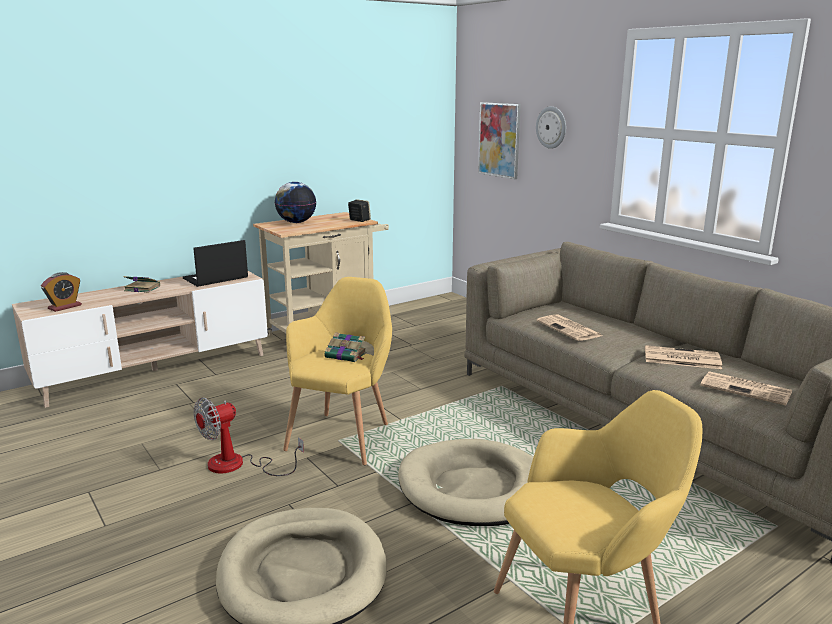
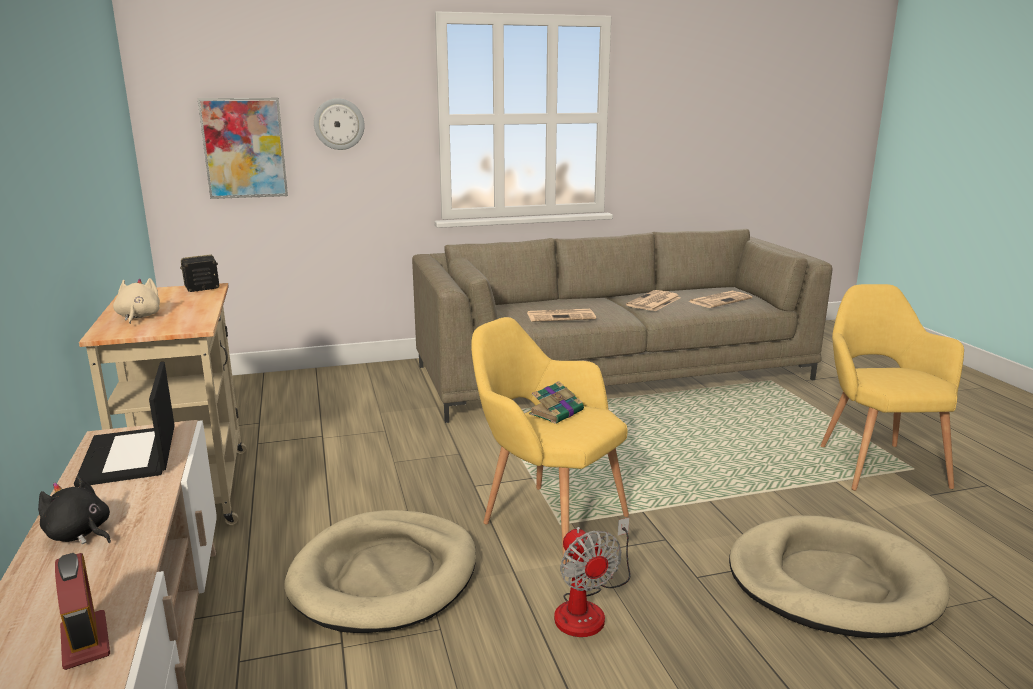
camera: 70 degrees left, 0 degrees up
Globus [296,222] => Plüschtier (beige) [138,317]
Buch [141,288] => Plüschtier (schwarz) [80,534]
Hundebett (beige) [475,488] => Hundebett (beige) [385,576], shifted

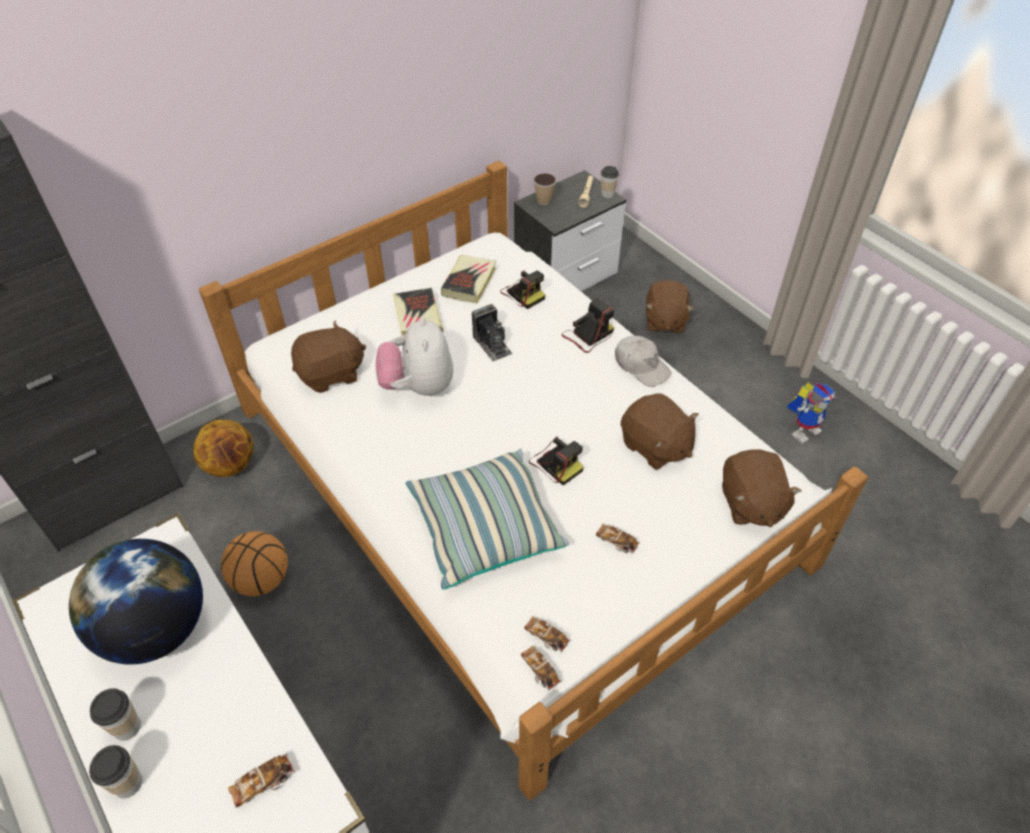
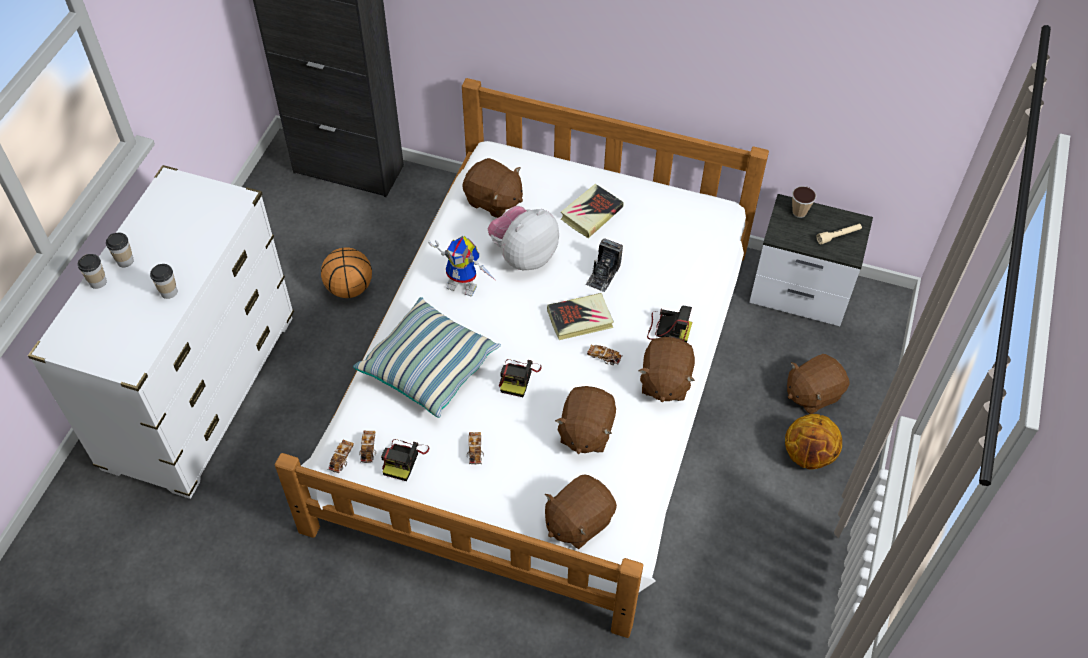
camera: 55 degrees right, 5 degrees up
Tasse [607,194] => Tasse [169,292], shifted
Buch [469,282] => Buch [580,319], shifted
Kamera [523,293] => Kamera [404,459], shifted
Kappe (weiß) [641,366] => Plüschtier (braun) [664,382]
Spielzeugroboter [804,429] => Spielzeugroboter [465,284], shifted
Basketball [231,465] => Basketball [808,455], shifted
Globus [156,629] => nothing
Spielzeugauto [264,783] => Spielzeugauto [604,357], shifted

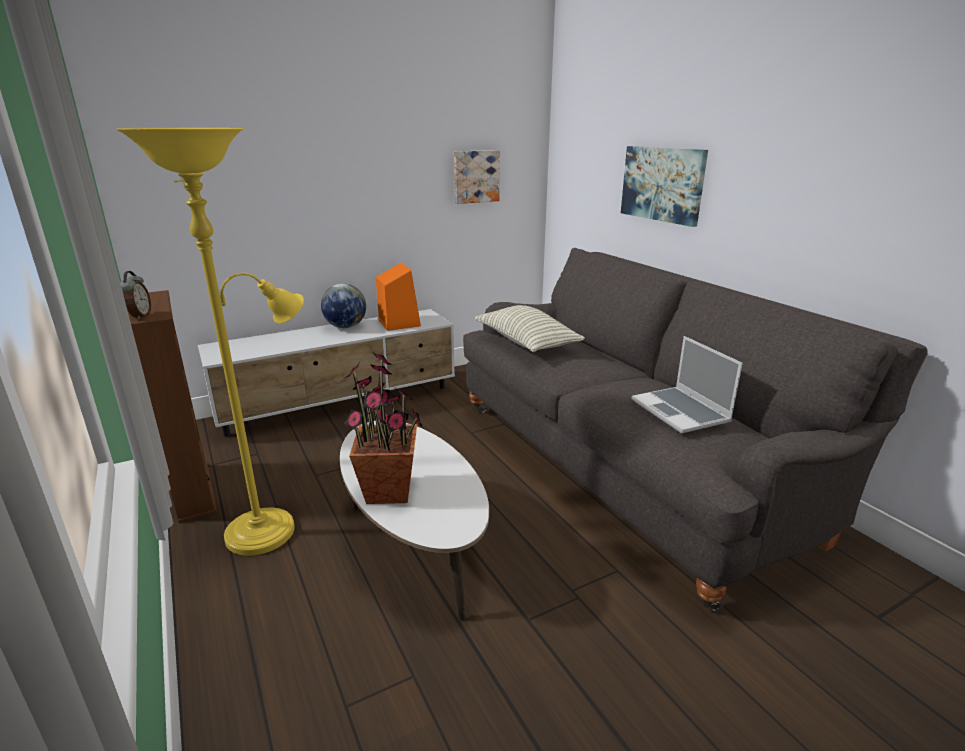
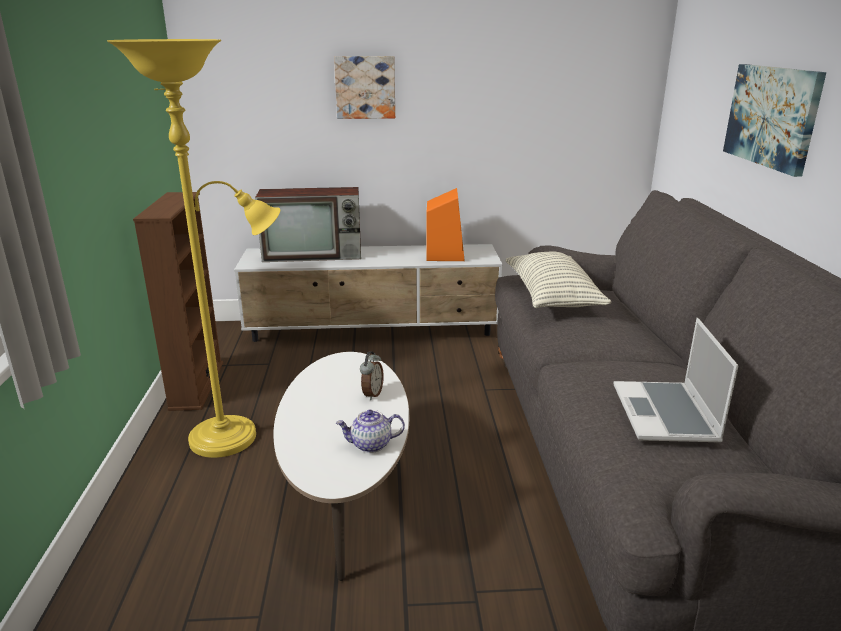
camera: 25 degrees right, 0 degrees up
Bild [475,176] => Bild [365,87], shifted
Wecker [140,316] => Wecker [371,394], shifted
Globus [345,327] => nothing
Topfpflanze [389,491] => nothing
nothing => Fernseher [314,255]
nothing => Teekanne [370,445]

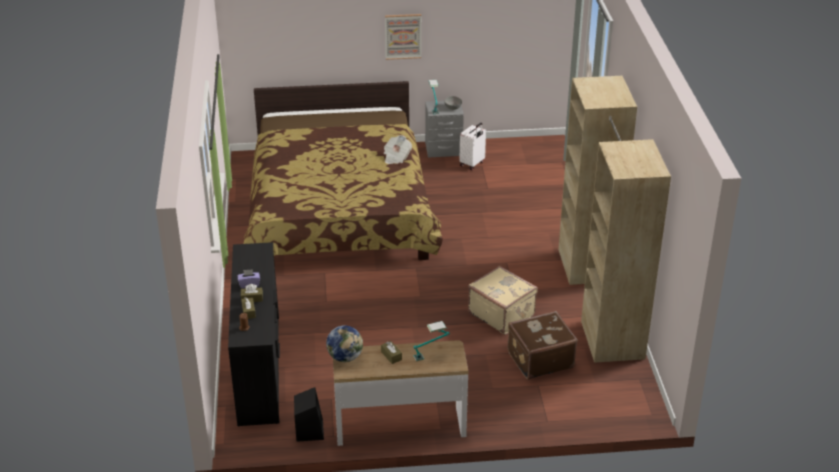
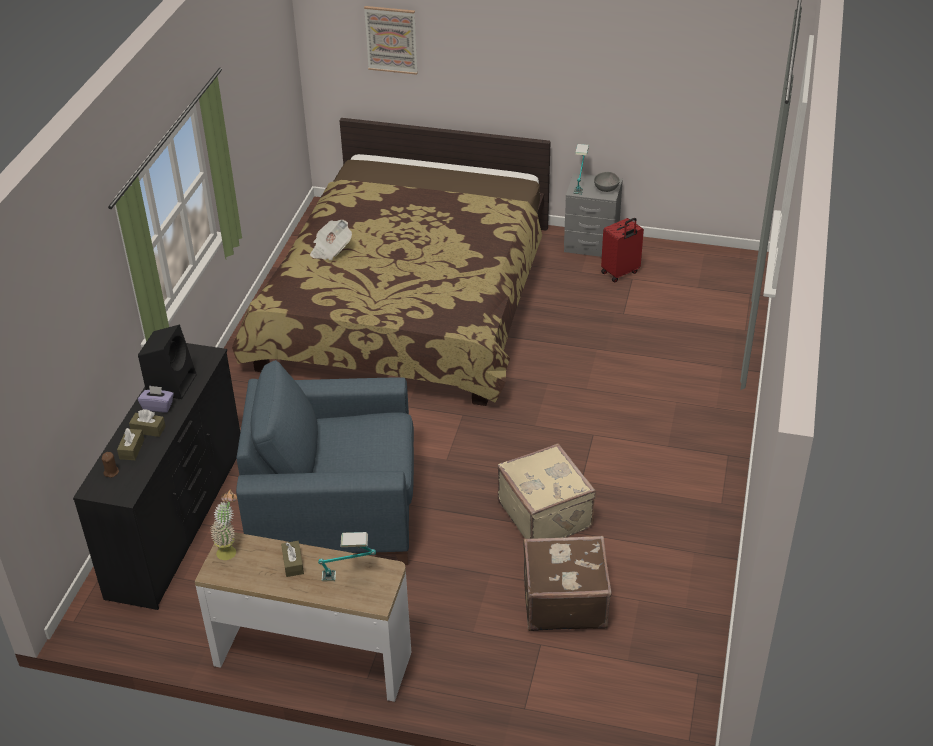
camera: 20 degrees right, 5 degrees up
Bild [403,36] => Bild [391,39], shifted
Kleiderschrank (beige) [599,301] => nothing
Koffer (weiß) [472,164] => Koffer (rot) [620,273]
Zeitung [396,157] => Zeitung [330,250], shifted
Globus [345,357] => Topfpflanze [229,549]
Lautsprecher (schwarz) [309,430] => Lautsprecher (schwarz) [172,383], shifted
nothing => Sessel (blau) [336,509]

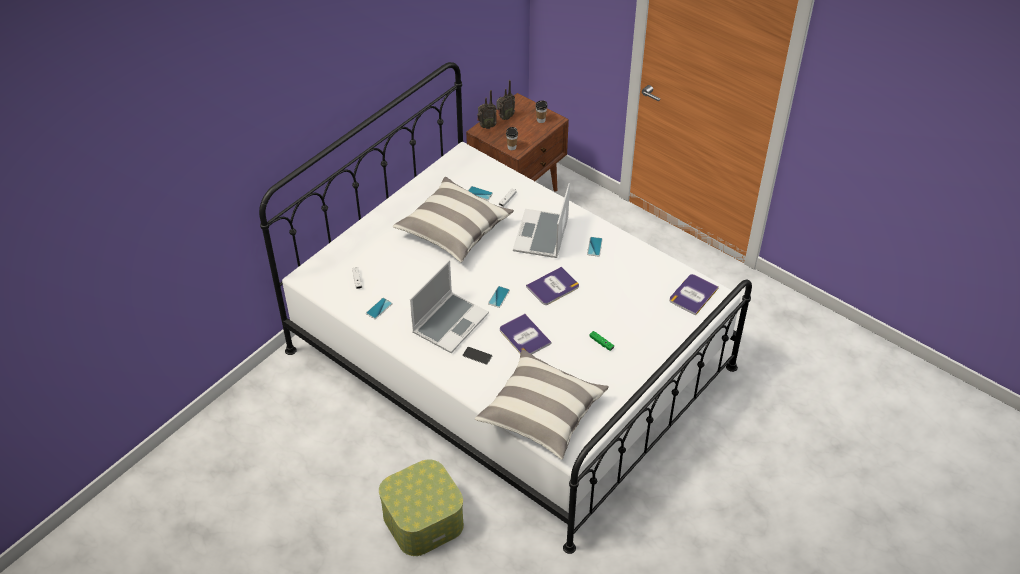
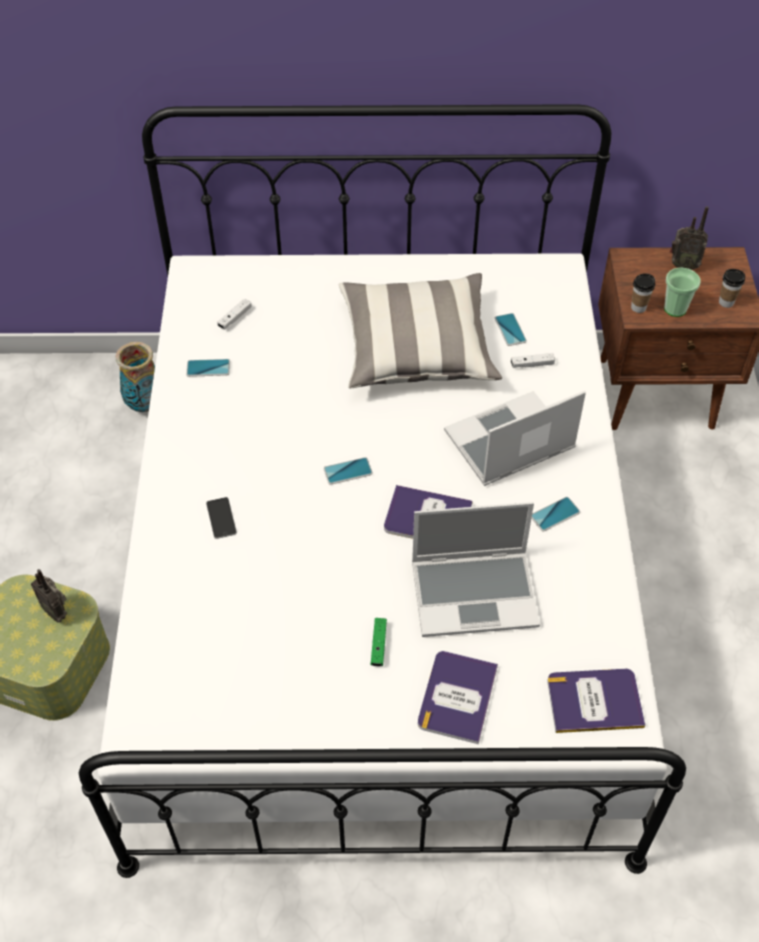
camera: 50 degrees right, 5 degrees up
Radio [486,126] => Radio [56,612], shifted
Laptop [450,322] => Laptop [475,593], shifted
Buch [524,336] => Buch [457,697], shifted
Kissen [541,414] => nothing
nothing => Tasse [675,309]
nothing => Vase [146,405]

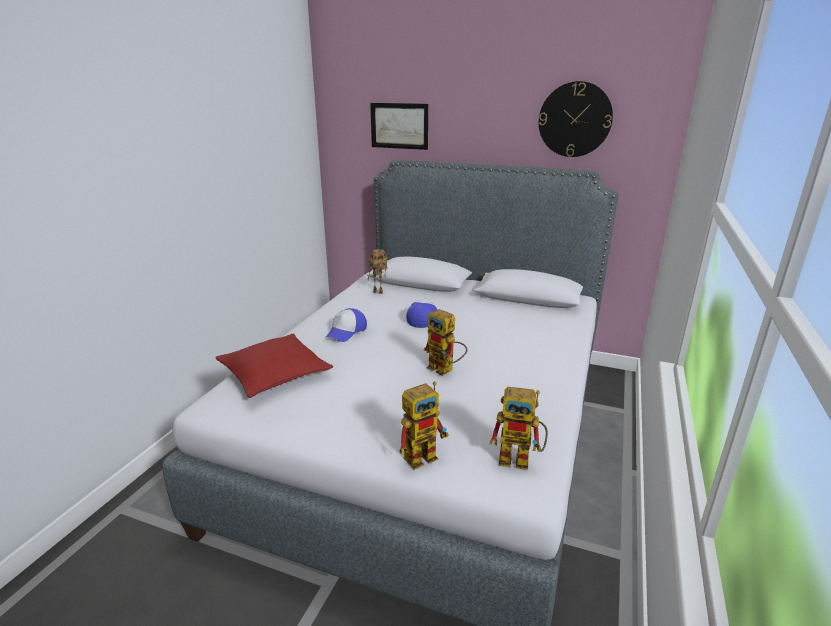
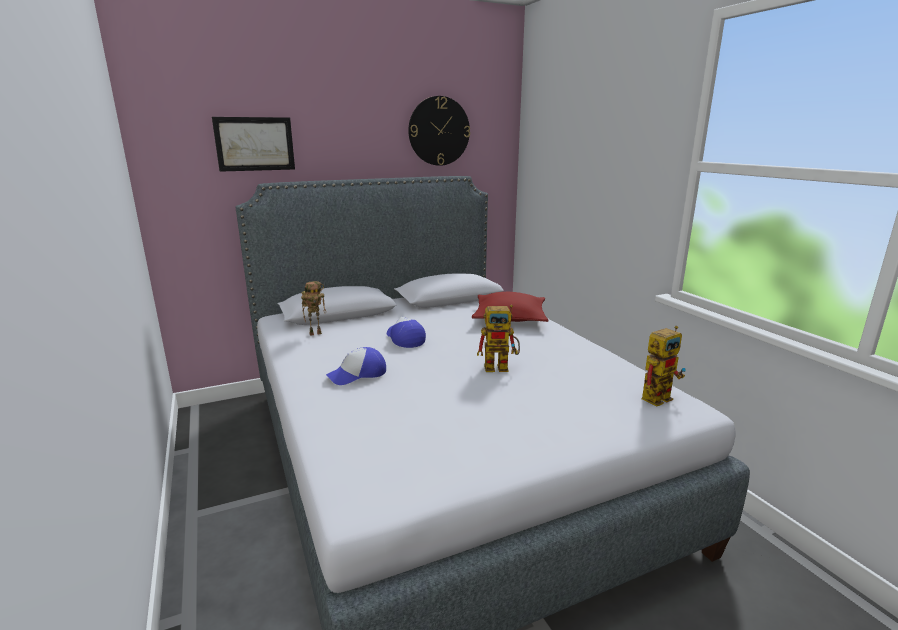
camera: 45 degrees left, 5 degrees down
Kappe [346,332] => Kappe [358,374], 75 degrees clockwise
Kissen (rot) [275,374] => Kissen (rot) [510,317], shifted
Spielzeugroboter [425,454] => nothing

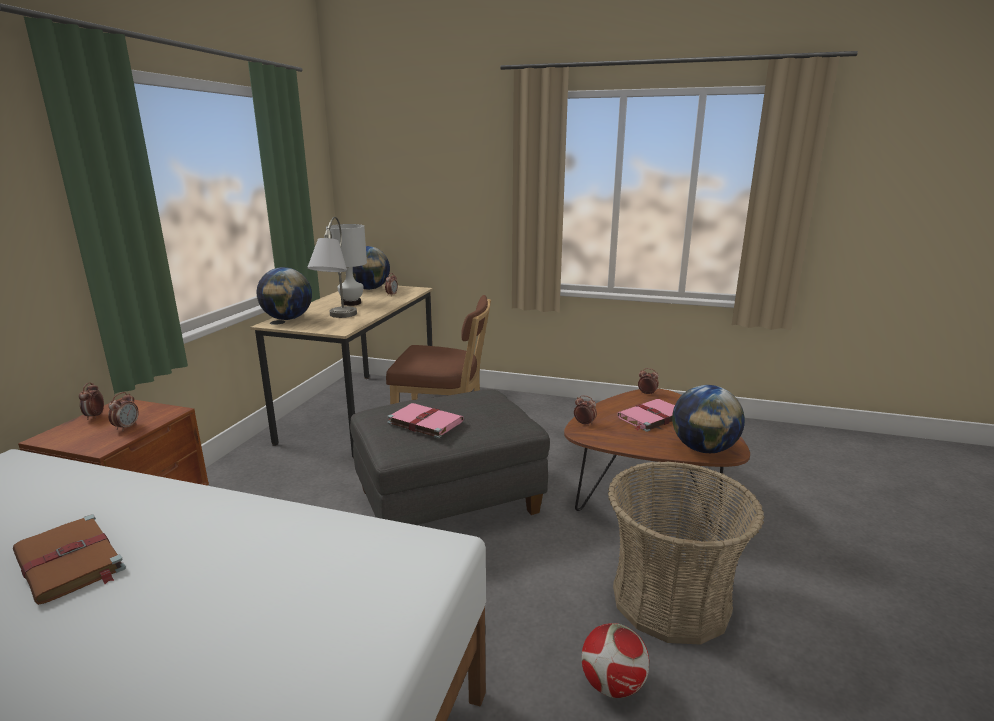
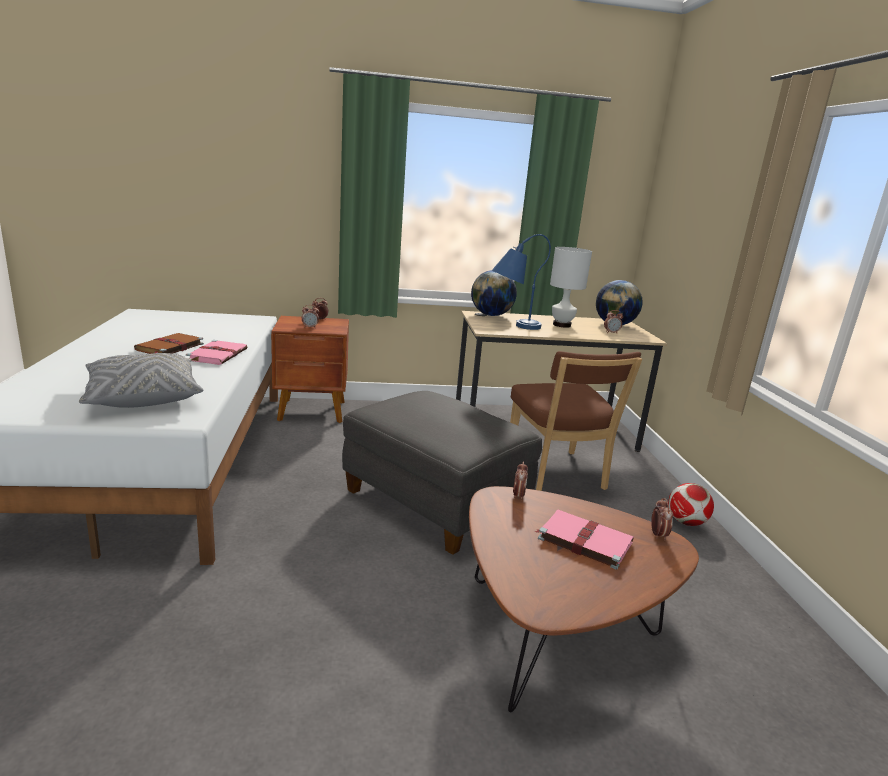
camera: 65 degrees right, 0 degrees up
Tischlampe (grau) [336,319] => Tischlampe (blau) [512,326]
Globus [703,449] => nothing
Buch (rosa) [424,422] => Buch (rosa) [218,355], shifted
Korb [670,600] => nothing
Fußball [612,685] => Fußball [686,522], shifted
nothing => Kissen (grau) [143,396]

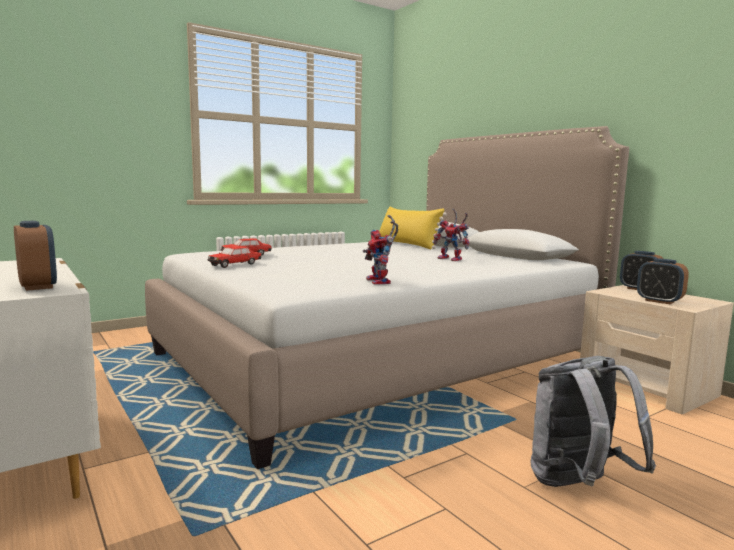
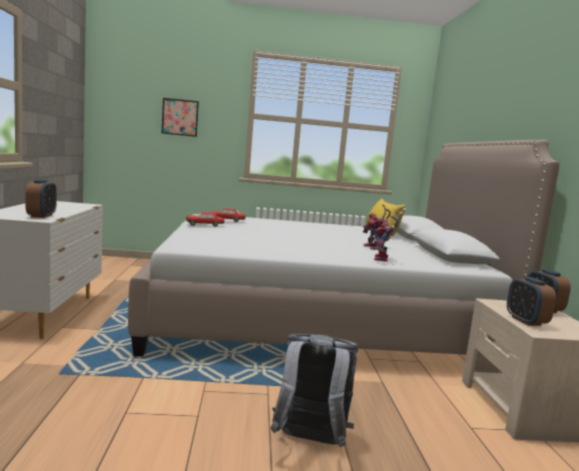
camera: 30 degrees right, 0 degrees up
Spielzeugroboter [381,282] => Spielzeugroboter [382,259], shifted
nothing => Bild [180,117]

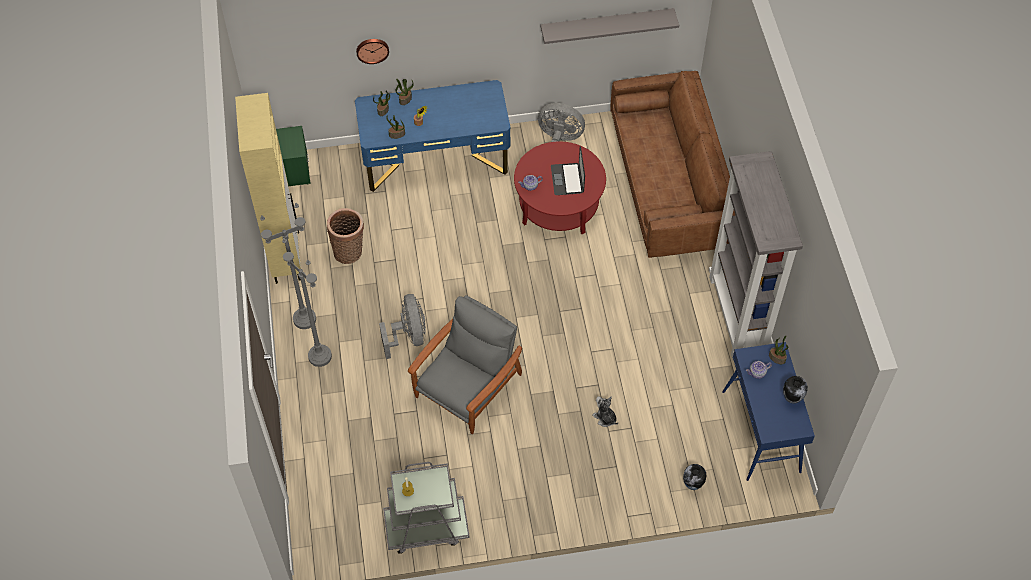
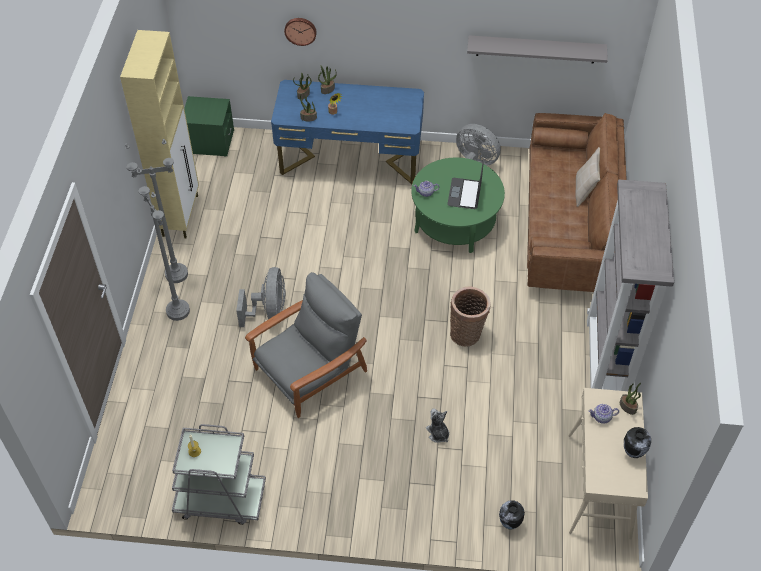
camera: 15 degrees right, 5 degrees down
Couchtisch (rot) [559,204] => Couchtisch (grün) [455,221]
Korb [349,251] => Korb [467,333], shifted
Konsolentisch (blau) [761,432] => Konsolentisch (beige) [599,486]
nothing => Kissen (beige) [584,191]

